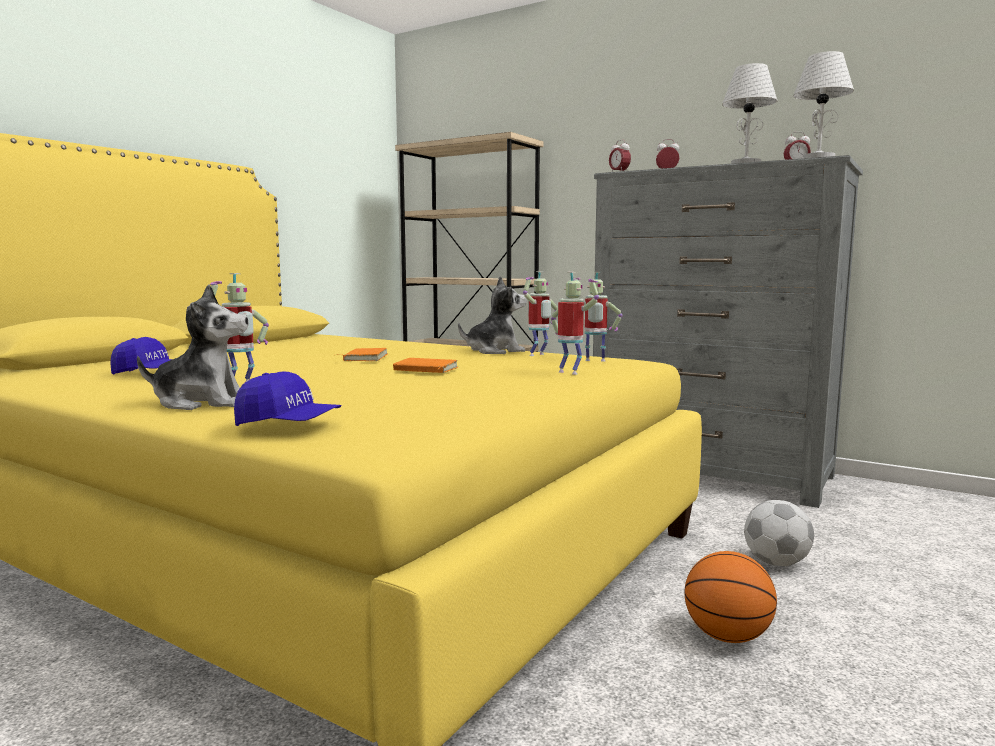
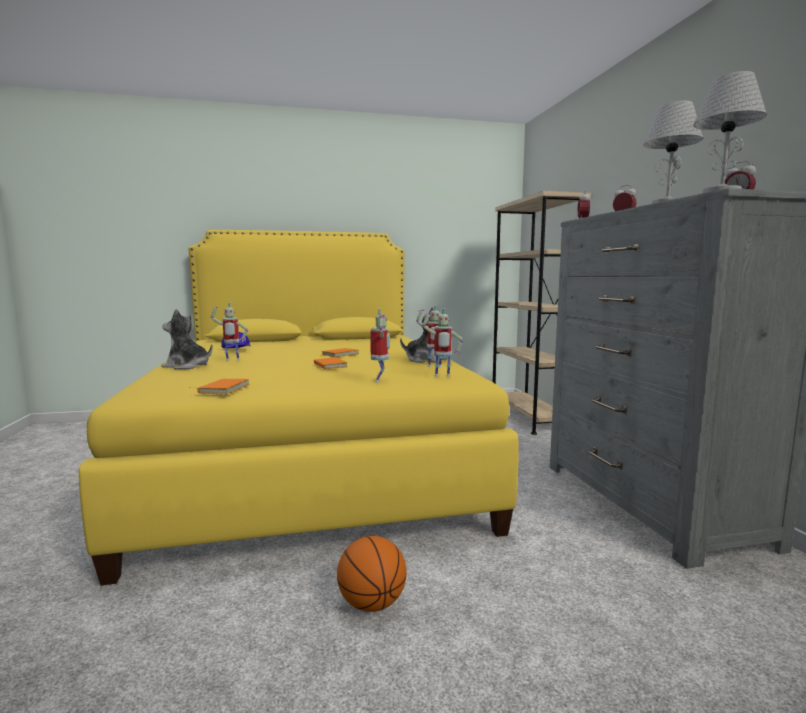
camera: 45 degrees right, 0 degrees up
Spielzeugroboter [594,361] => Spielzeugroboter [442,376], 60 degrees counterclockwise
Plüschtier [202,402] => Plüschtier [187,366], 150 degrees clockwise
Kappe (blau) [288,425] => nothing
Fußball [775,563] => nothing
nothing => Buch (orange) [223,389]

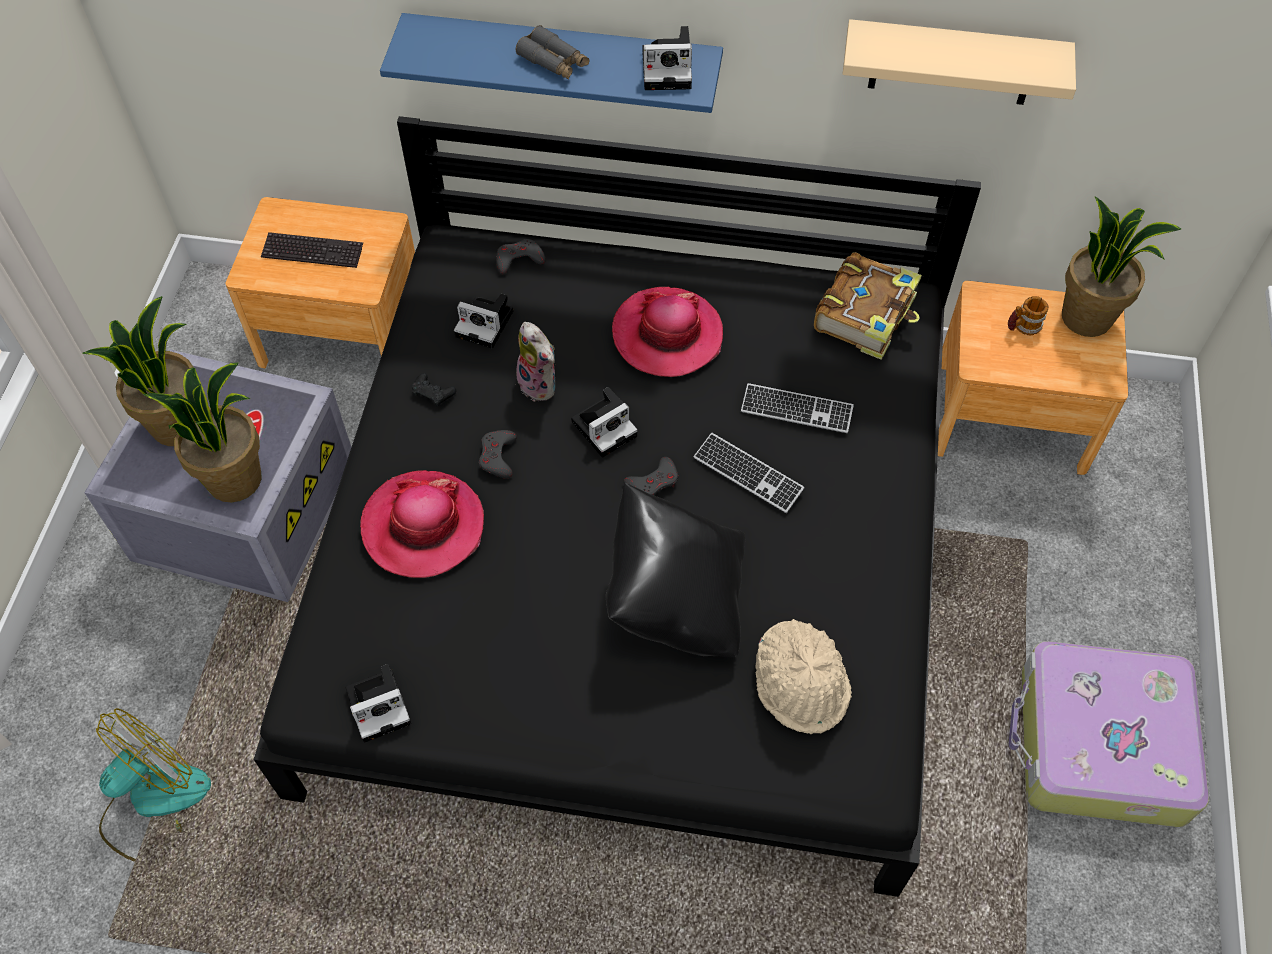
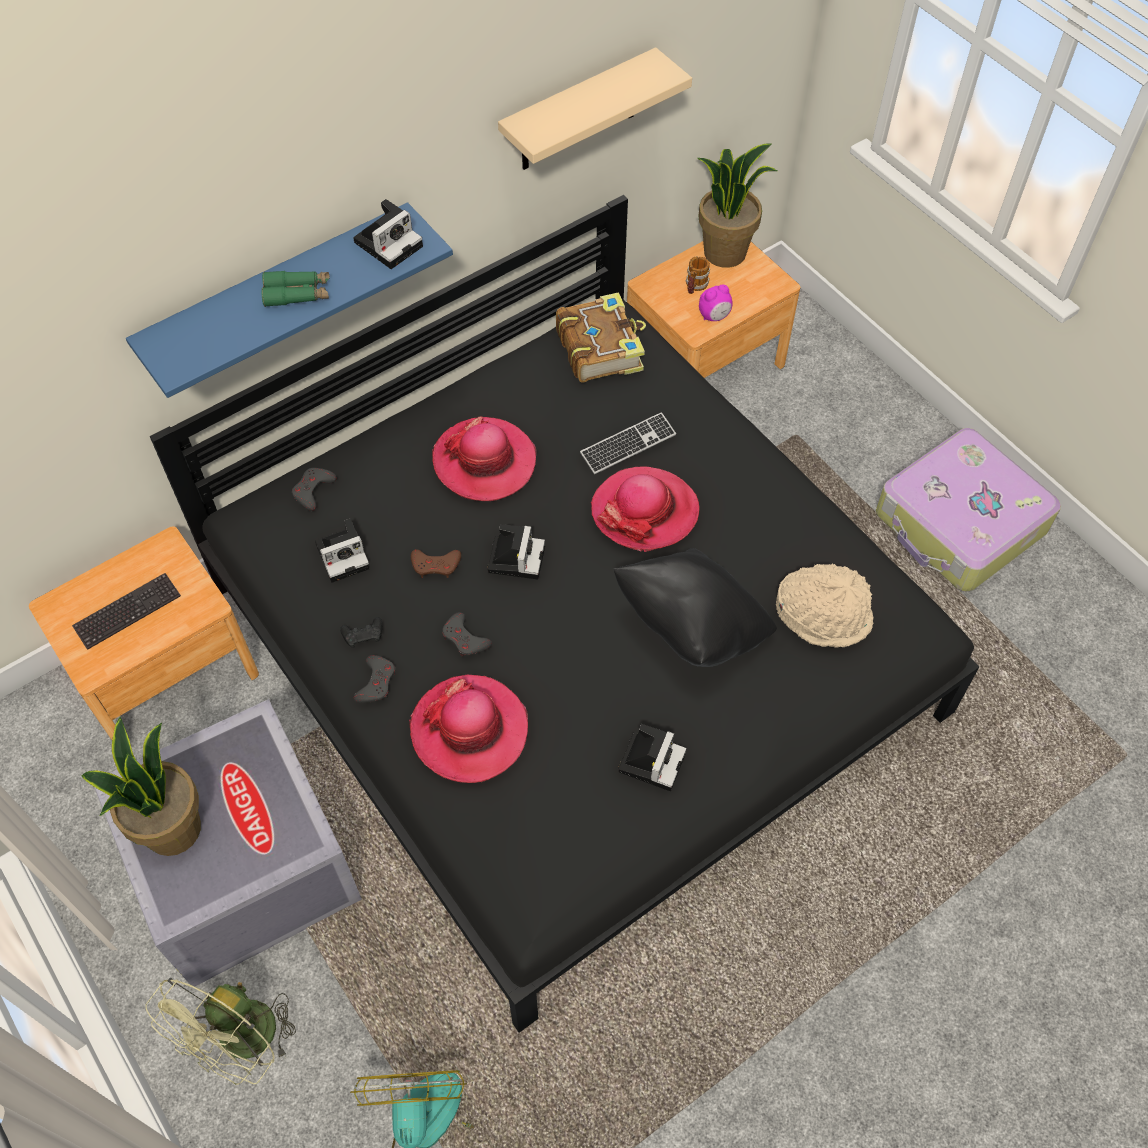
camera: 45 degrees left, 0 degrees up
Fernglas (grau) [554,62] => Fernglas (grün) [298,294]
Plüschtier [540,384] => Gamepad (braun) [436,565]
Topfpflanze [235,478] => nothing
Tastatur [748,474] => Hut [645,511]
Gamepad (grau) [653,482] => Gamepad (grau) [376,682], shifted
Kamera [381,704] => Kamera [652,760], shifted
nothing => Wecker [714,316]
nothing => Ventilator (grün) [241,1044]

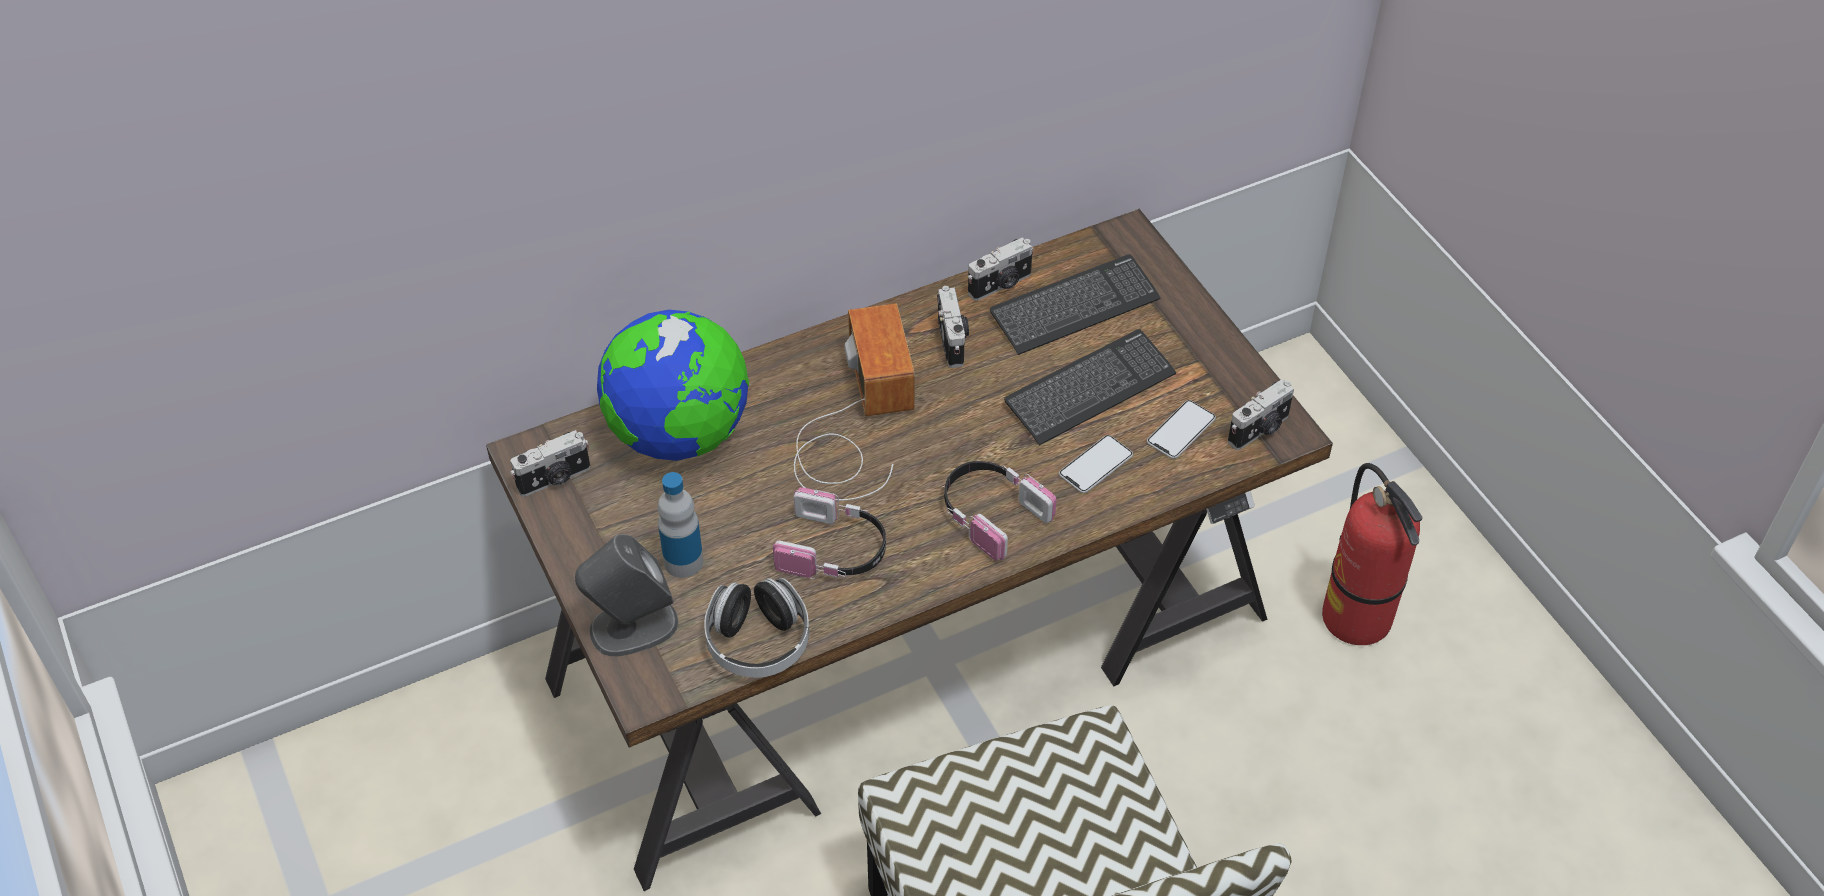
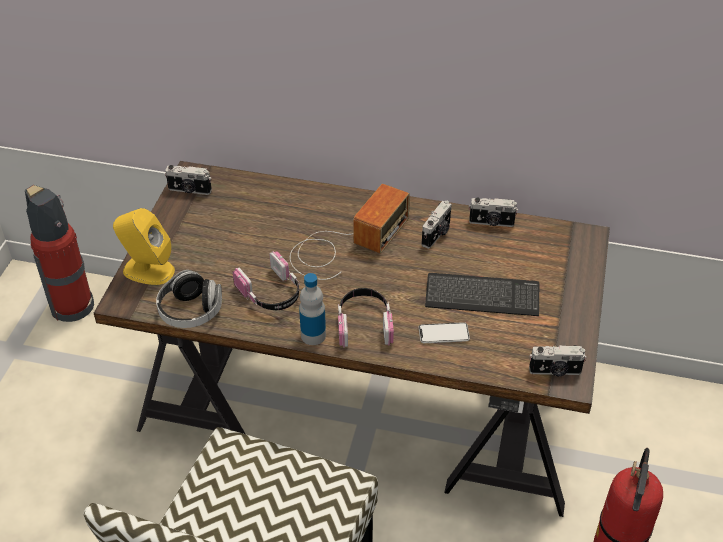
camera: 40 degrees right, 5 degrees down
Tastatur [1074,307] => nothing
Globus [679,435] => nothing
Handy [1181,430] => nothing
Flasche [683,561] => Flasche [313,335], shifted
Lautsprecher (grau) [632,627] => Lautsprecher (gelb) [148,270]
nothing => Feuerlöscher [71,305]

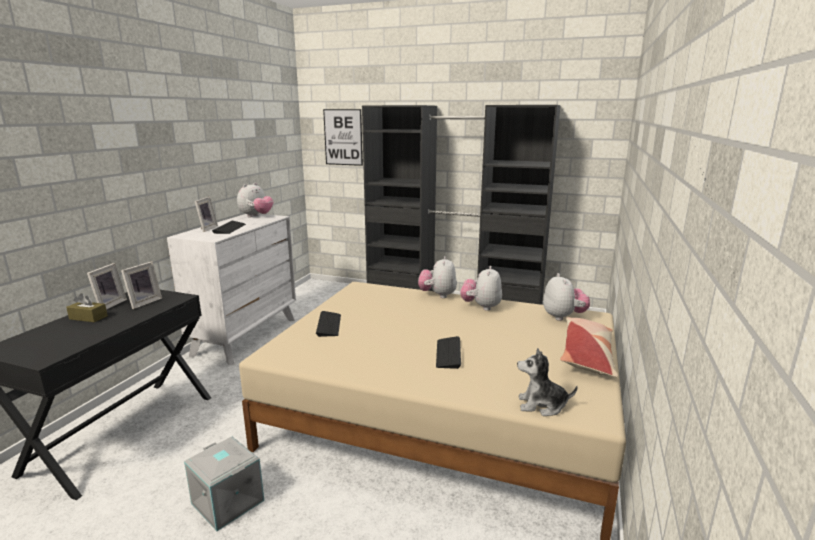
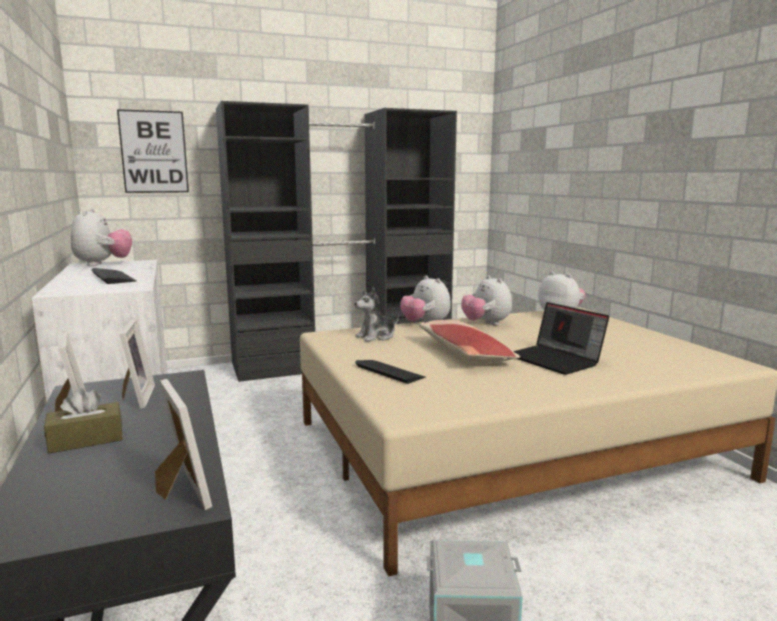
camera: 40 degrees left, 5 degrees down
Bilderrahmen [206,229] => Bilderrahmen [180,493], shifted
Kissen [587,355] => Kissen [464,353], shifted
Tastatur [448,353] => Laptop [556,360]
Plüschtier [541,405] => Plüschtier [376,337], shifted

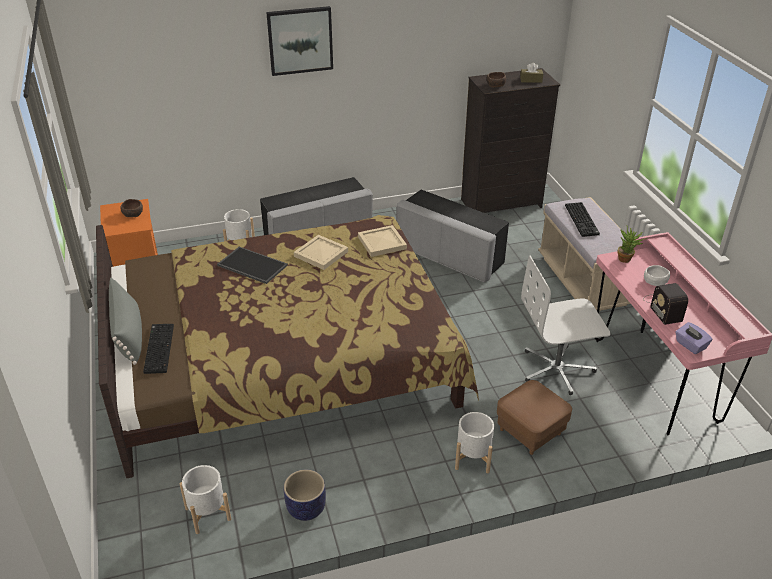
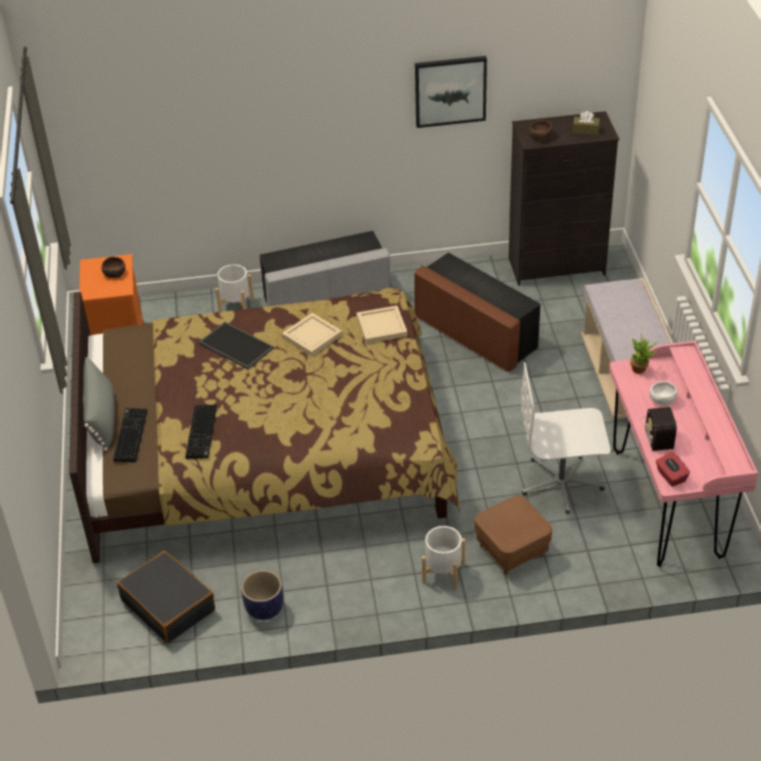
camera: 10 degrees right, 5 degrees up
Bild [300,40] => Bild [450,91], shifted
Polsterhocker (grau) [449,255] => Polsterhocker (braun) [476,334]
Tastatur [582,220] => Tastatur [202,433], shifted
Taschentuchbox (lila) [690,345] => Taschentuchbox (rot) [670,476]
Pflanzkübel (weiß) [208,514] => Koffer (schwarz) [169,605]

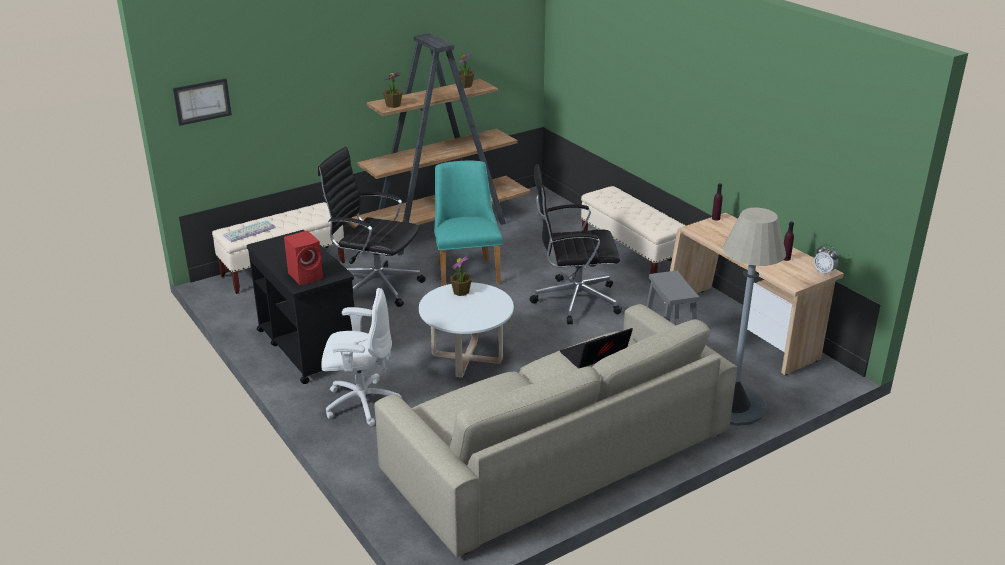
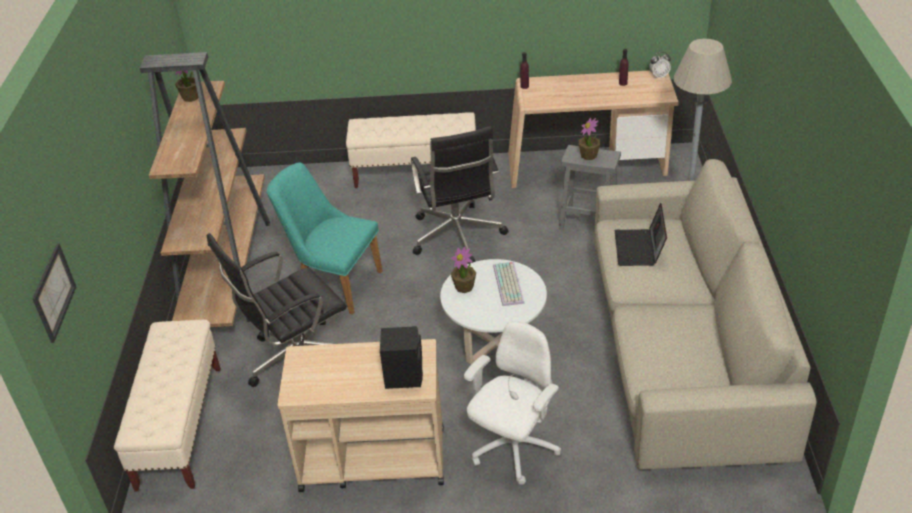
camera: 55 degrees left, 10 degrees up
Topfpflanze [393,105] => Topfpflanze [589,155], shifted
Bürostuhl (schwarz) [573,300] => Bürostuhl (schwarz) [457,237], 45 degrees counterclockwise
Tastatur [249,232] => Tastatur [509,284], shifted
Rollwagen (schwarz) [307,347] => Rollwagen (beige) [371,458]
Lautsprecher (rot) [307,276] => Lautsprecher (schwarz) [404,375]

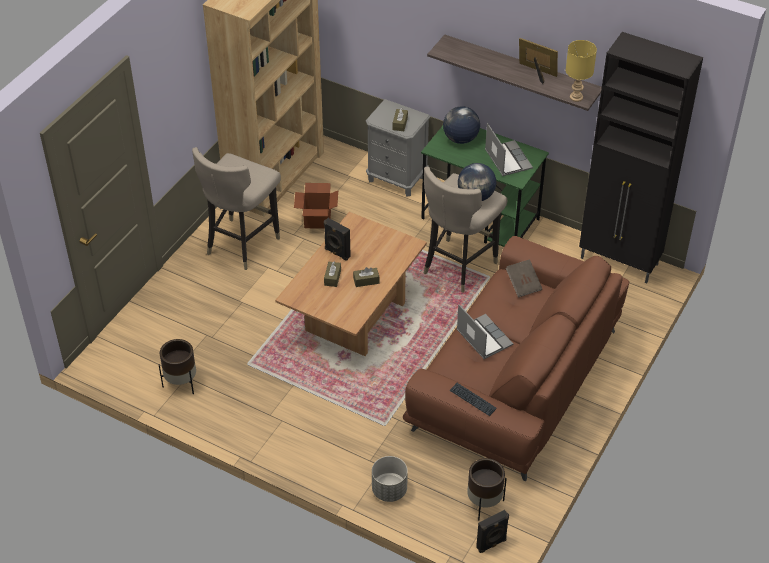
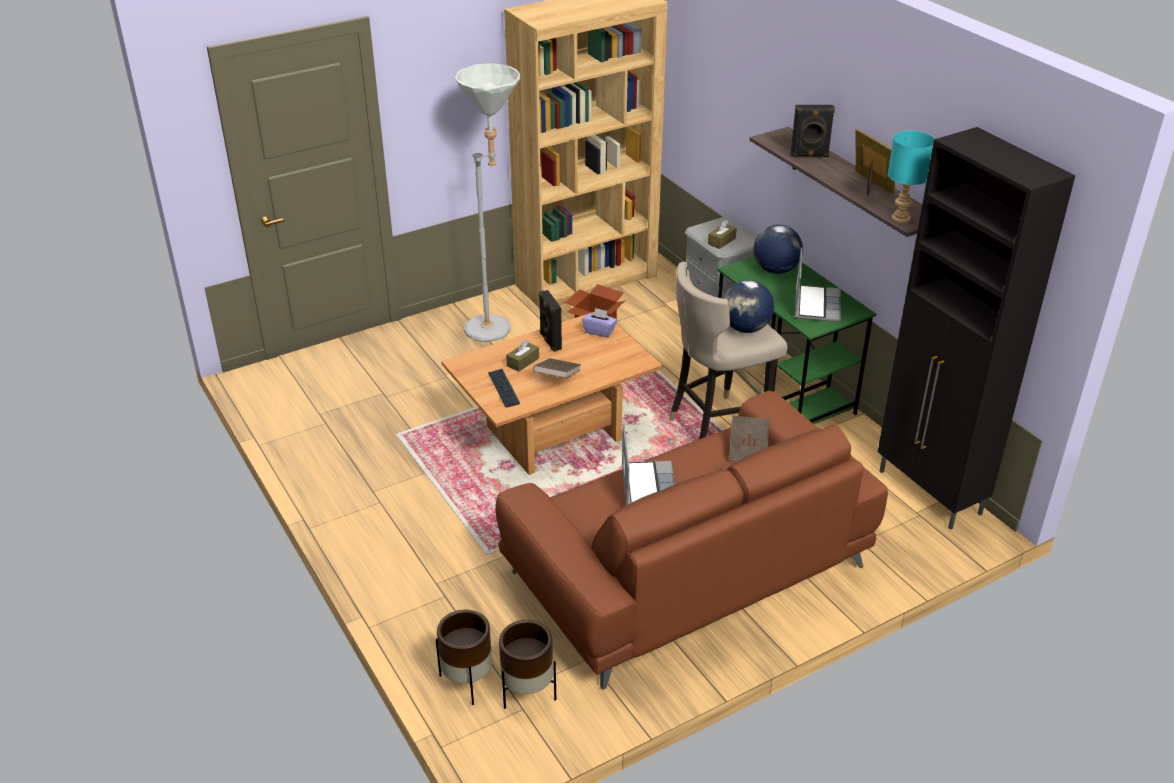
camera: 30 degrees right, 10 degrees down
Tischlampe (gelb) [576,97] => Tischlampe (türkis) [900,218]
Hocker (beige) [241,244] => Stehlampe (grau) [496,326]
Taschentuchbox (braun) [366,281] => Buch (braun) [557,377]
Pflanzkübel (braun) [181,383] => Pflanzkübel (braun) [467,681], shifted
Tastatur [472,400] => Tastatur [503,388], shifted
Pflanzkübel (grau) [389,490] => nothing
Lautsprecher (schwarz) [491,544] => Lautsprecher (schwarz) [809,155], shifted
nothing => Taschentuchbox (lila) [599,331]

